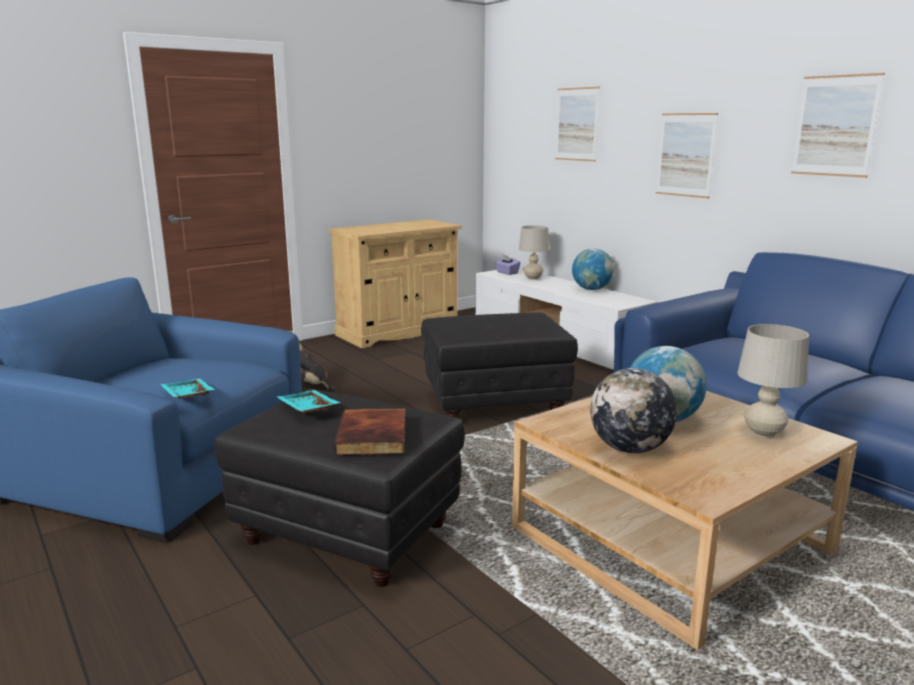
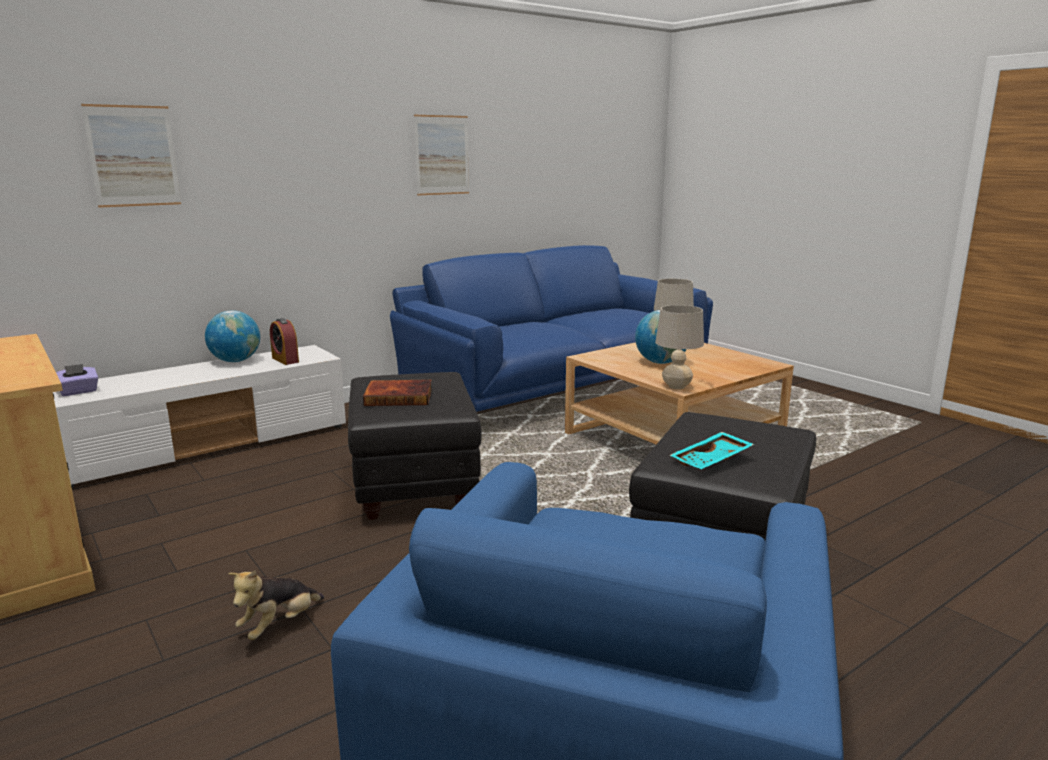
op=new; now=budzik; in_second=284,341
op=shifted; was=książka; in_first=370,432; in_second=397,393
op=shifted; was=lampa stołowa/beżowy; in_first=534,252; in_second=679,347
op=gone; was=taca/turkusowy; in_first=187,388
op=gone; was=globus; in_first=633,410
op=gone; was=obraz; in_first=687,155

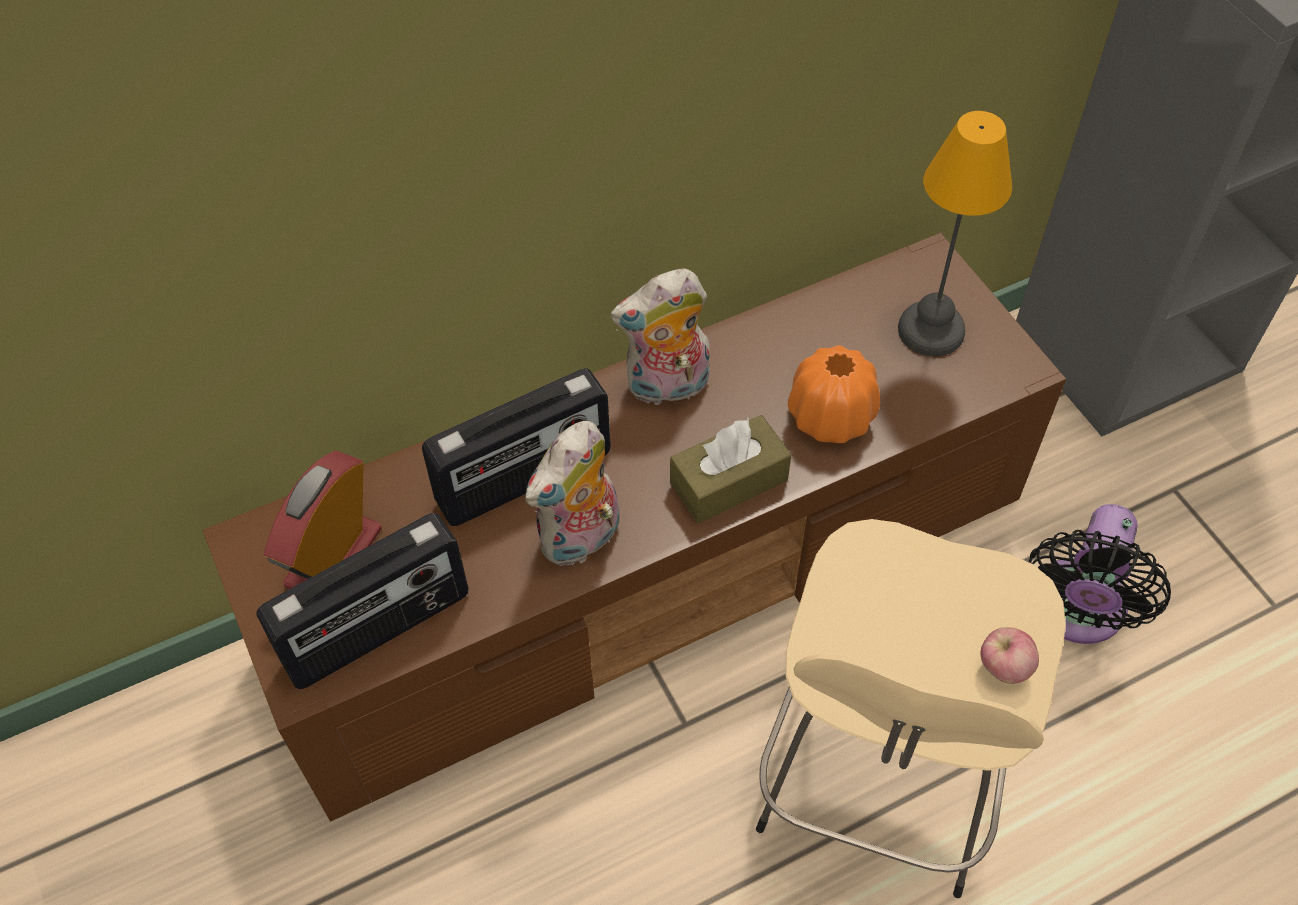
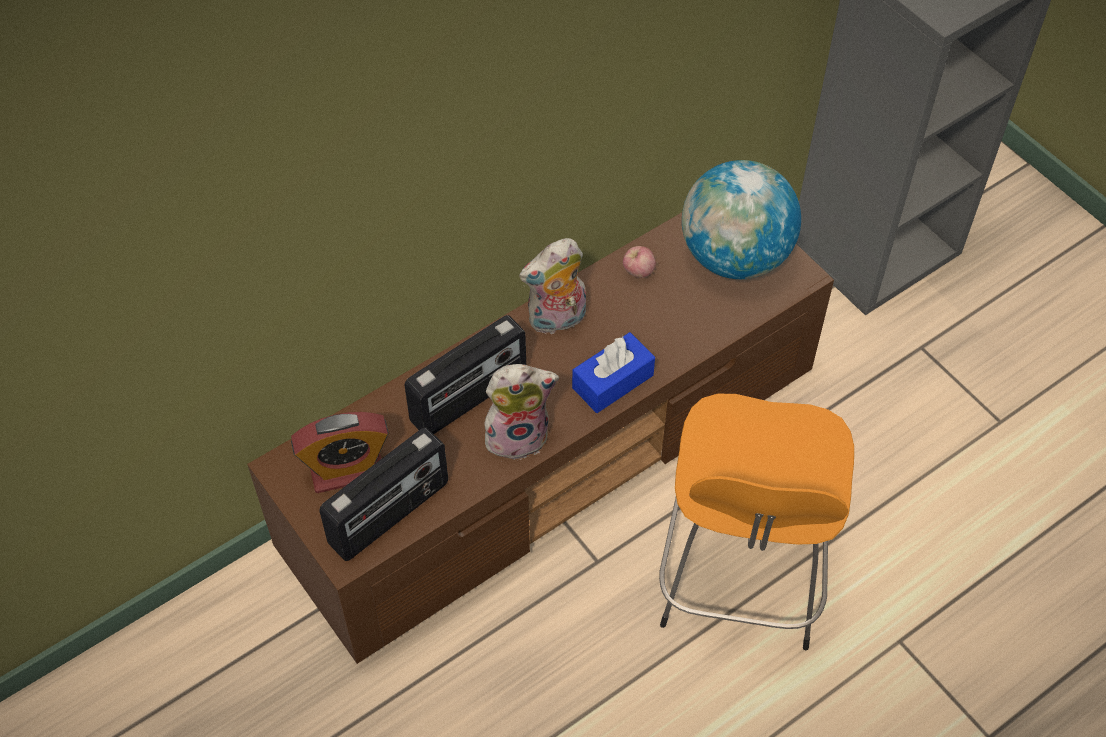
op=rotated; was=budzik; in_first=323,519; in_second=340,452; clockwise=-120
op=rotated; was=pluszak; in_first=572,494; in_second=521,412; clockwise=-135
op=repainted; was=pudełko chusteczek/brązowy; now=pudełko chusteczek/niebieski; in_first=730,469; in_second=613,372
op=shifted; was=jabłko; in_first=1009,655; in_second=639,262
op=repainted; was=stołek/beżowy; now=stołek/pomarańczowy; in_first=911,708; in_second=756,522
op=swapped; was=lampa stołowa; now=globus; in_first=955,233; in_second=741,219
op=gone; was=wazon/pomarańczowy; in_first=834,394
op=gone; was=wentylator/czarny; in_first=1100,574

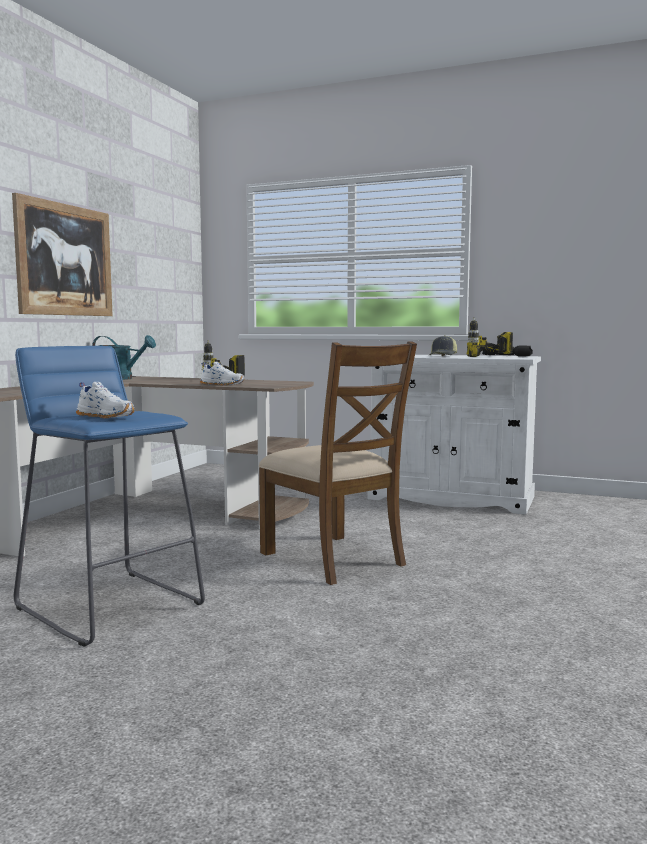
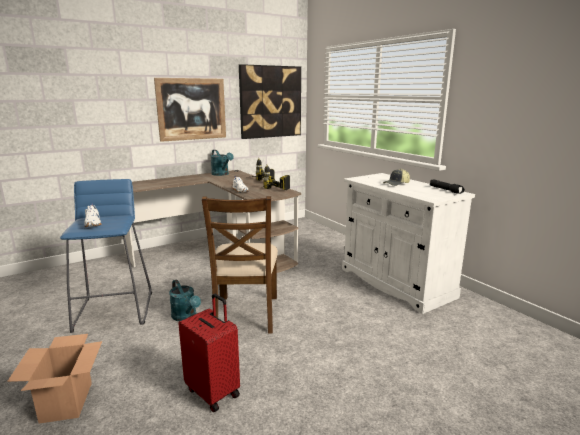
op=new; now=karton; in_second=54,379
op=new; now=konewka/turkusowy; in_second=185,300
op=new; now=walizka/czerwony; in_second=209,353
op=new; now=obraz; in_second=270,101
op=shifted; was=wiertarka; in_first=490,337; in_second=276,177

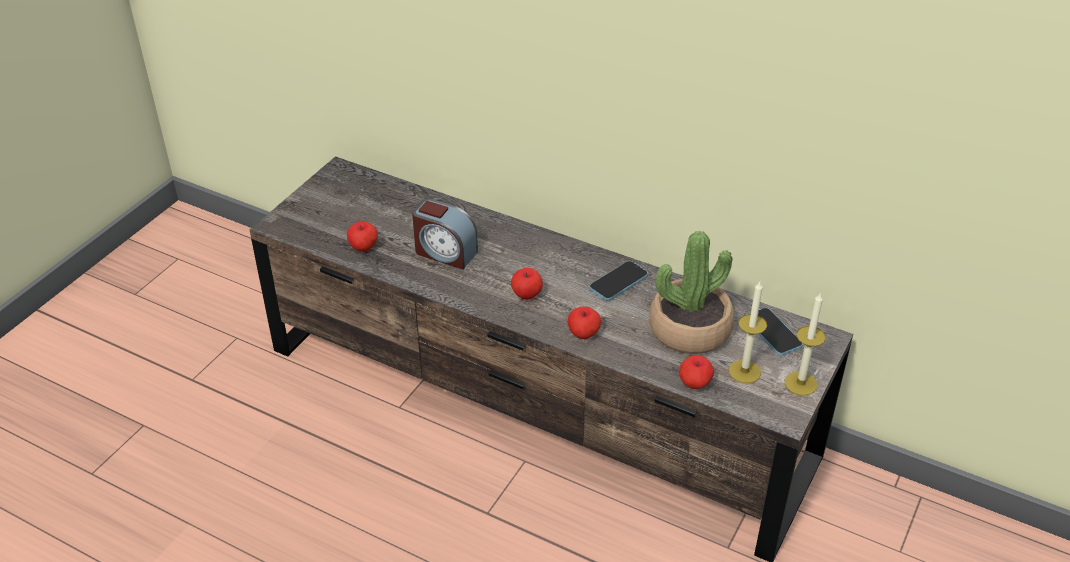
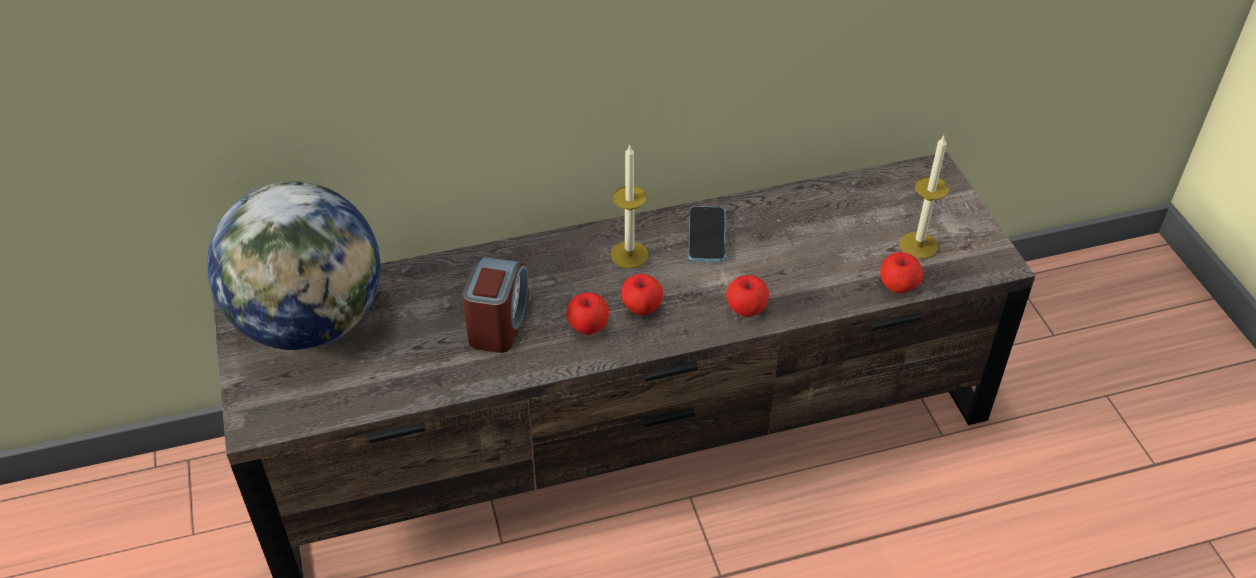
op=new; now=globus; in_second=294,265
op=rotated; was=budzik; in_first=445,234; in_second=495,305; clockwise=-60
op=shifted; was=jabłko; in_first=362,236; in_second=587,313
op=shifted; was=świeca; in_first=805,344; in_second=629,206
op=gone; was=roślina doniczkowa; in_first=691,292
op=gone; was=telefon; in_first=774,332

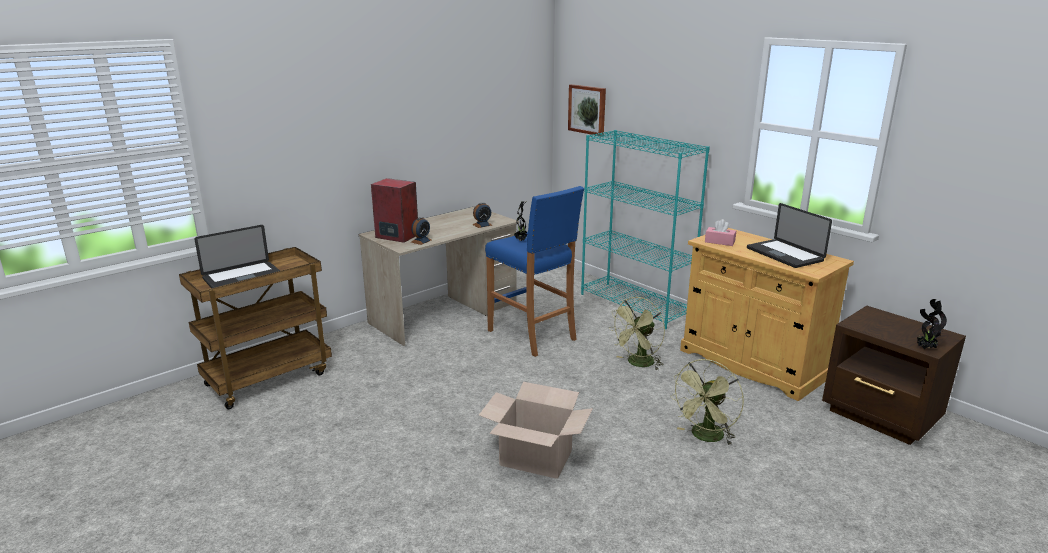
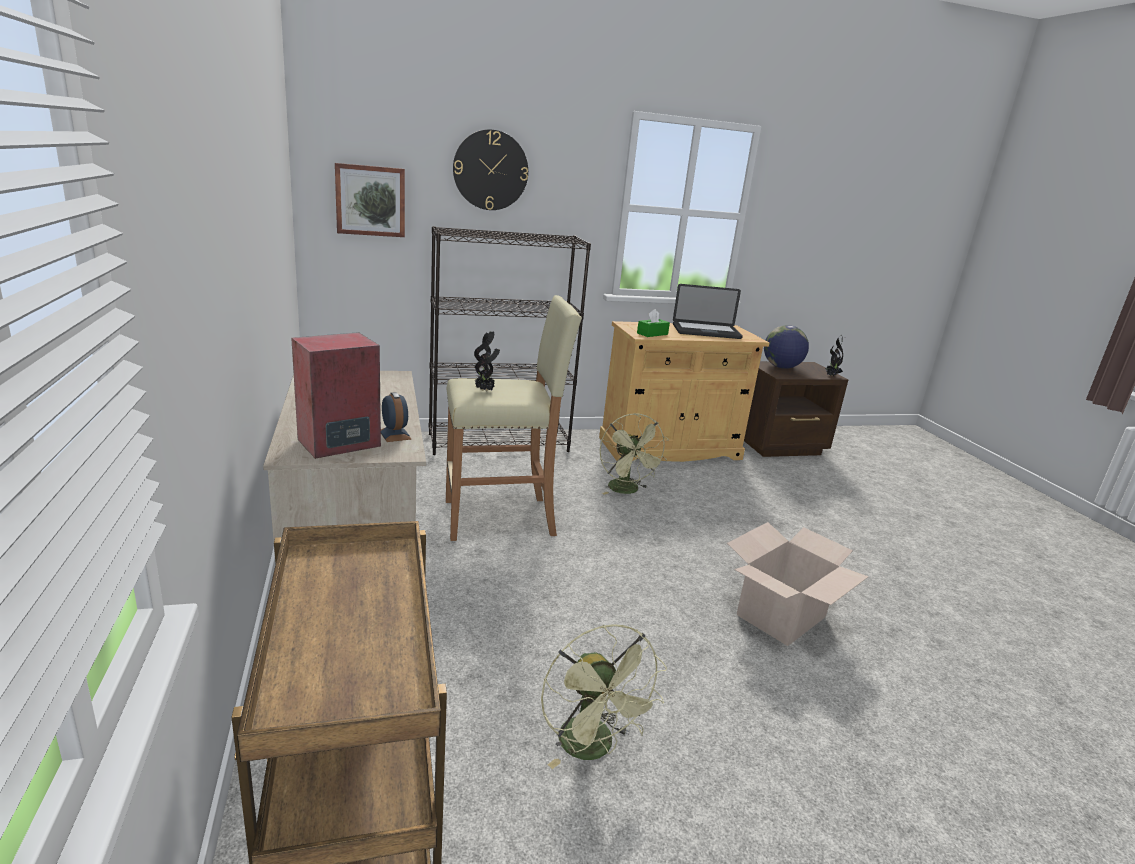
op=repainted; was=regał/turkusowy; now=regał/czarny; in_first=645,229; in_second=510,340
op=repainted; was=stołek/niebieski; now=stołek/beżowy; in_first=534,271; in_second=514,418
op=new; now=zegar ścienny; in_second=490,170
op=shifted; was=wentylator/zielony; in_first=707,402; in_second=604,696
op=repainted; was=pudełko chusteczek/różowy; now=pudełko chusteczek/zielony; in_first=720,232; in_second=653,323
op=new; now=globus; in_second=786,347
op=gone; was=laptop; in_first=237,256
op=gone; was=budzik; in_first=482,215

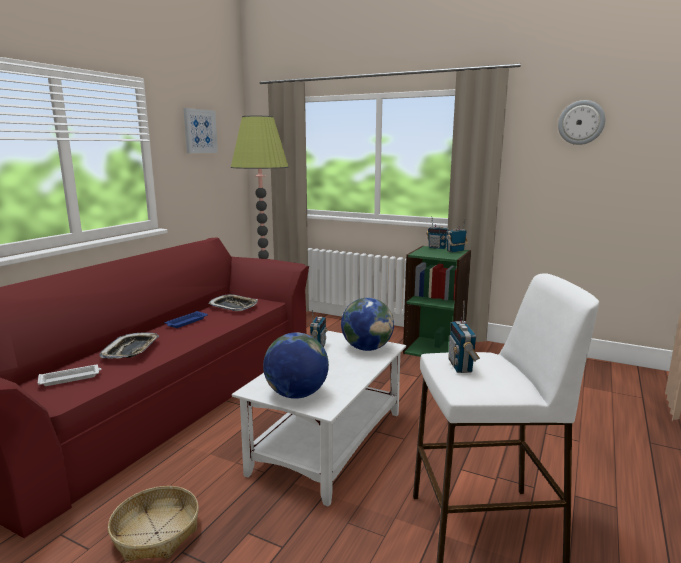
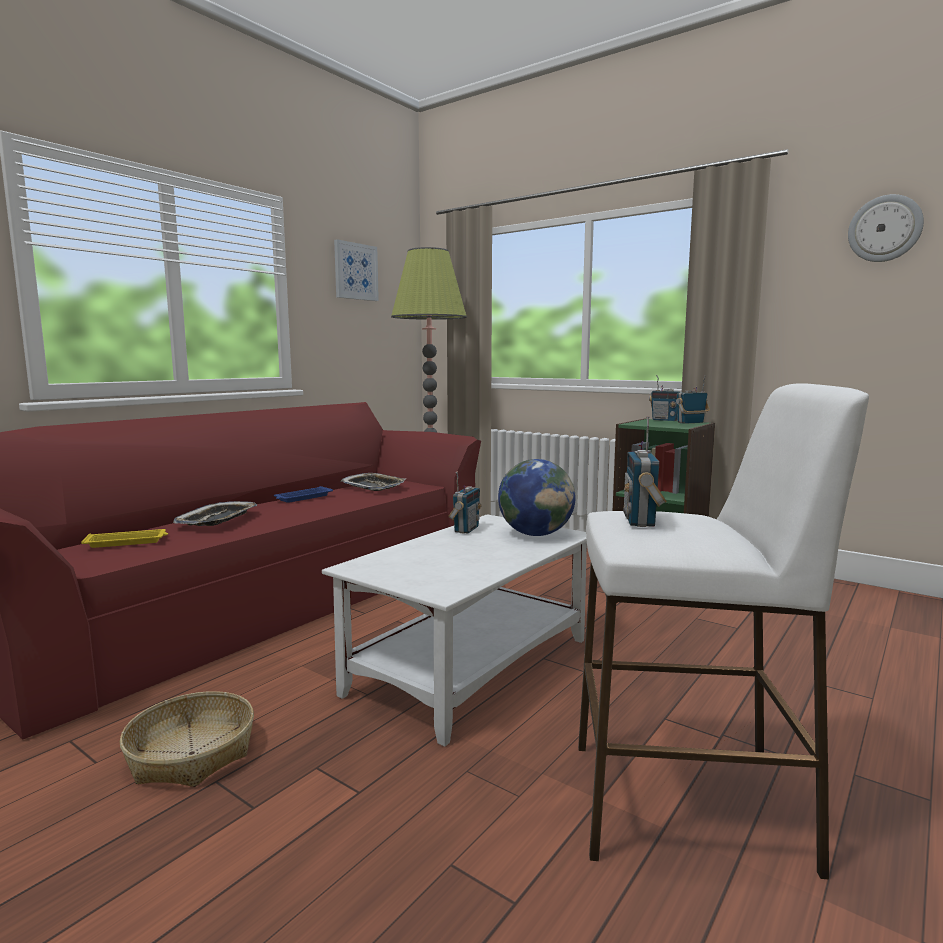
op=repainted; was=taca/biały; now=taca/żółty; in_first=70,375; in_second=124,538
op=gone; was=globus; in_first=296,365

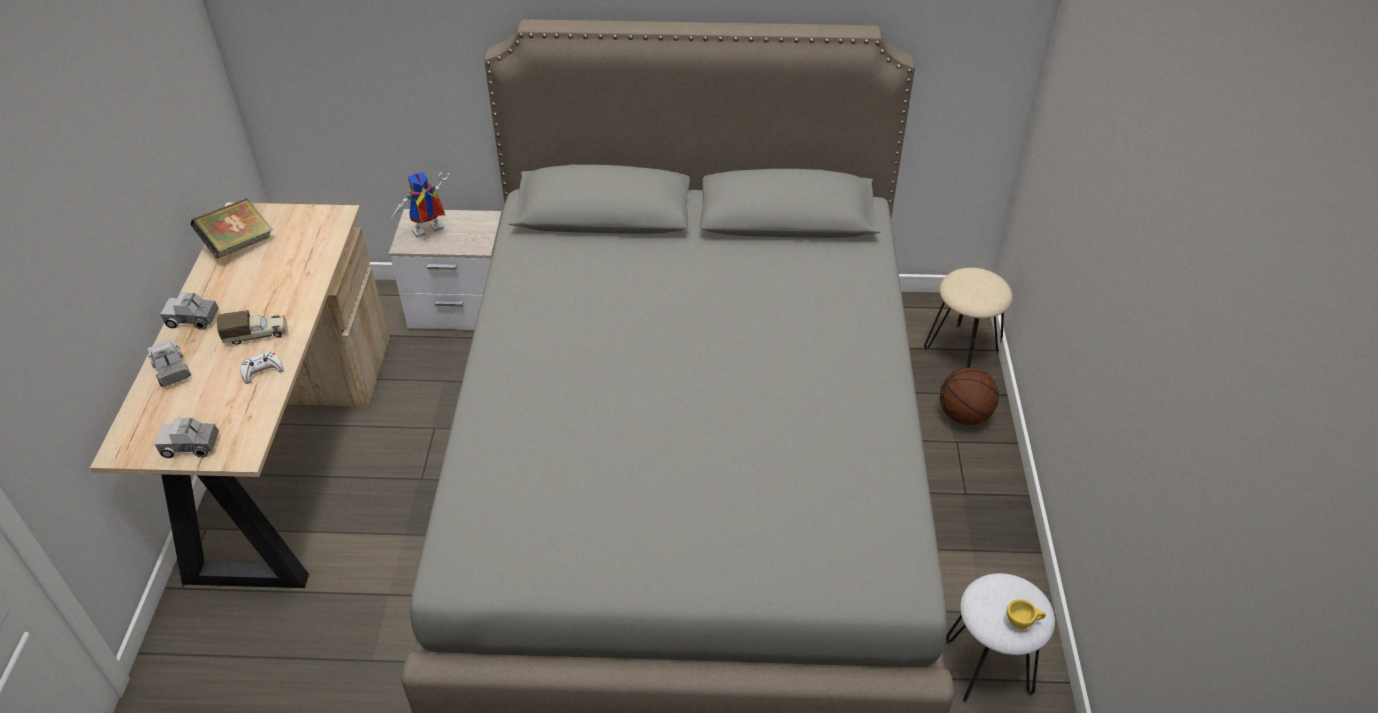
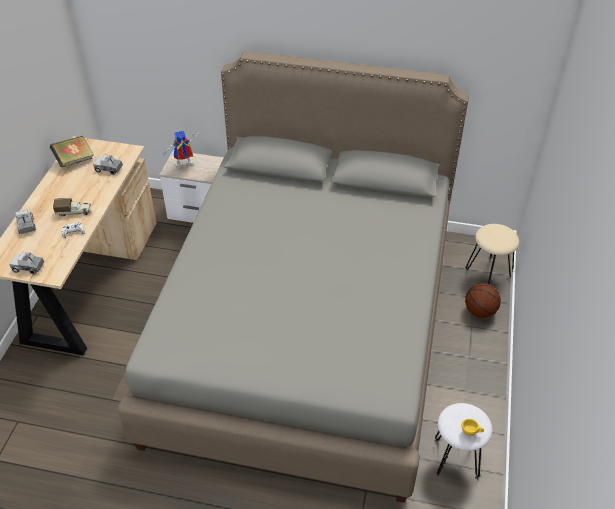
op=shifted; was=ciężarówka zabawkowa; in_first=189,311; in_second=108,164

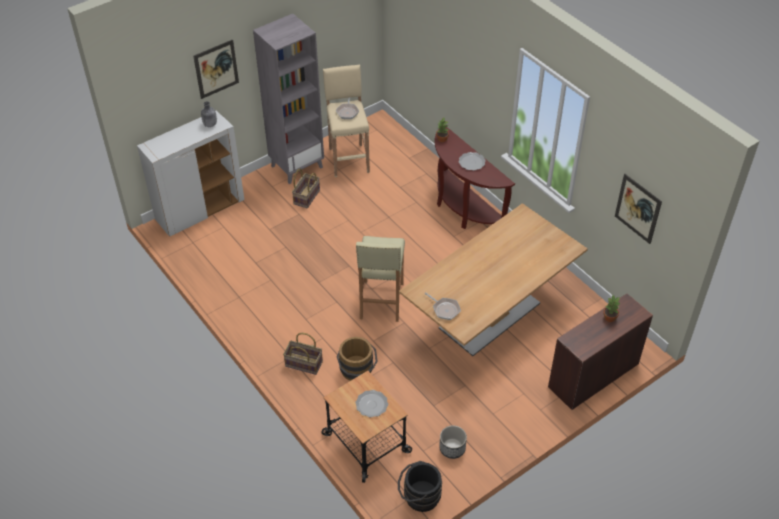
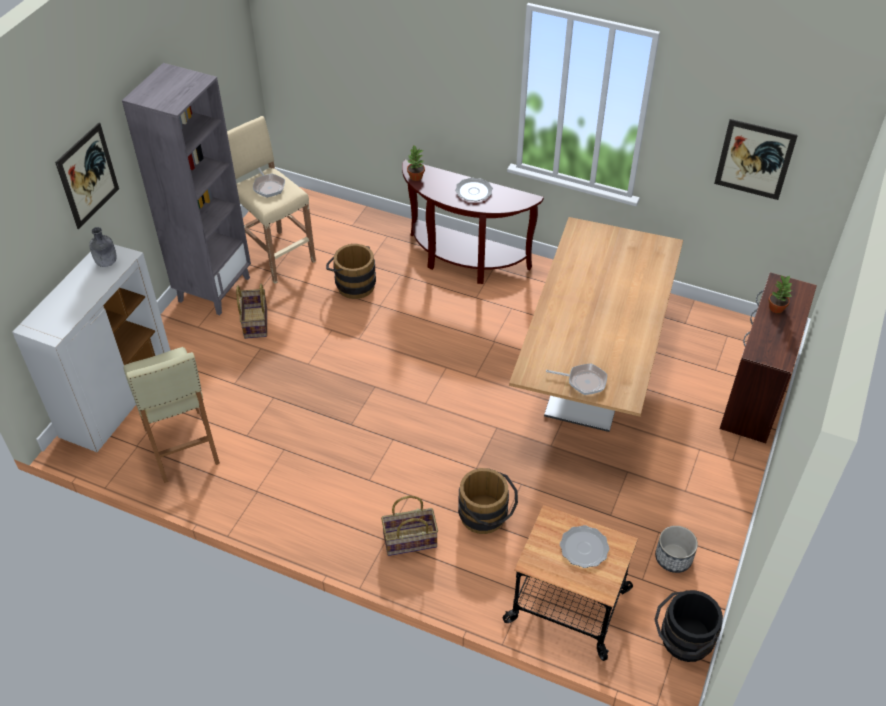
op=shifted; was=stołek/beżowy; in_first=380,279; in_second=172,415
op=new; now=wiadro/brązowy; in_second=351,271

